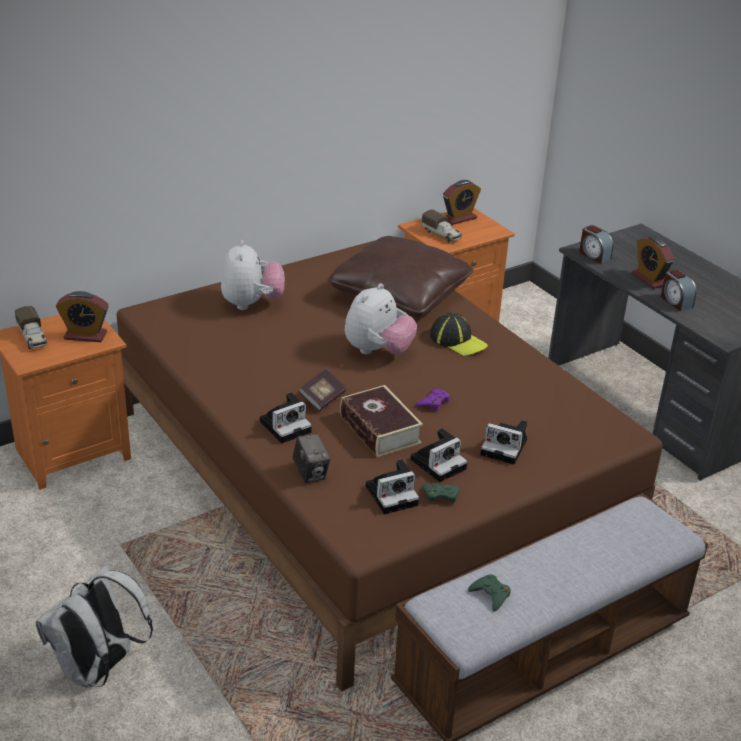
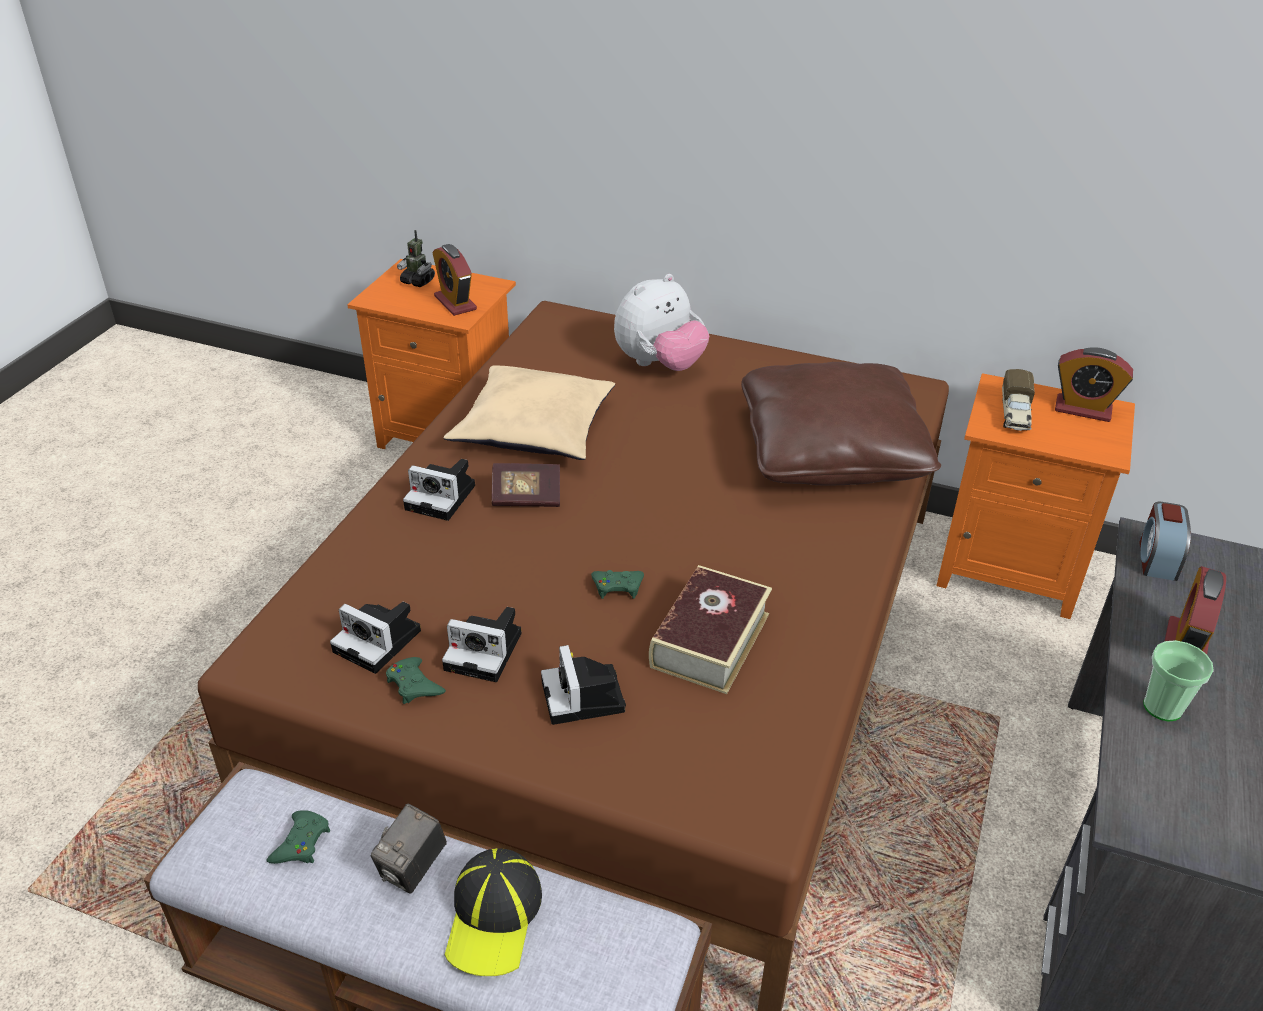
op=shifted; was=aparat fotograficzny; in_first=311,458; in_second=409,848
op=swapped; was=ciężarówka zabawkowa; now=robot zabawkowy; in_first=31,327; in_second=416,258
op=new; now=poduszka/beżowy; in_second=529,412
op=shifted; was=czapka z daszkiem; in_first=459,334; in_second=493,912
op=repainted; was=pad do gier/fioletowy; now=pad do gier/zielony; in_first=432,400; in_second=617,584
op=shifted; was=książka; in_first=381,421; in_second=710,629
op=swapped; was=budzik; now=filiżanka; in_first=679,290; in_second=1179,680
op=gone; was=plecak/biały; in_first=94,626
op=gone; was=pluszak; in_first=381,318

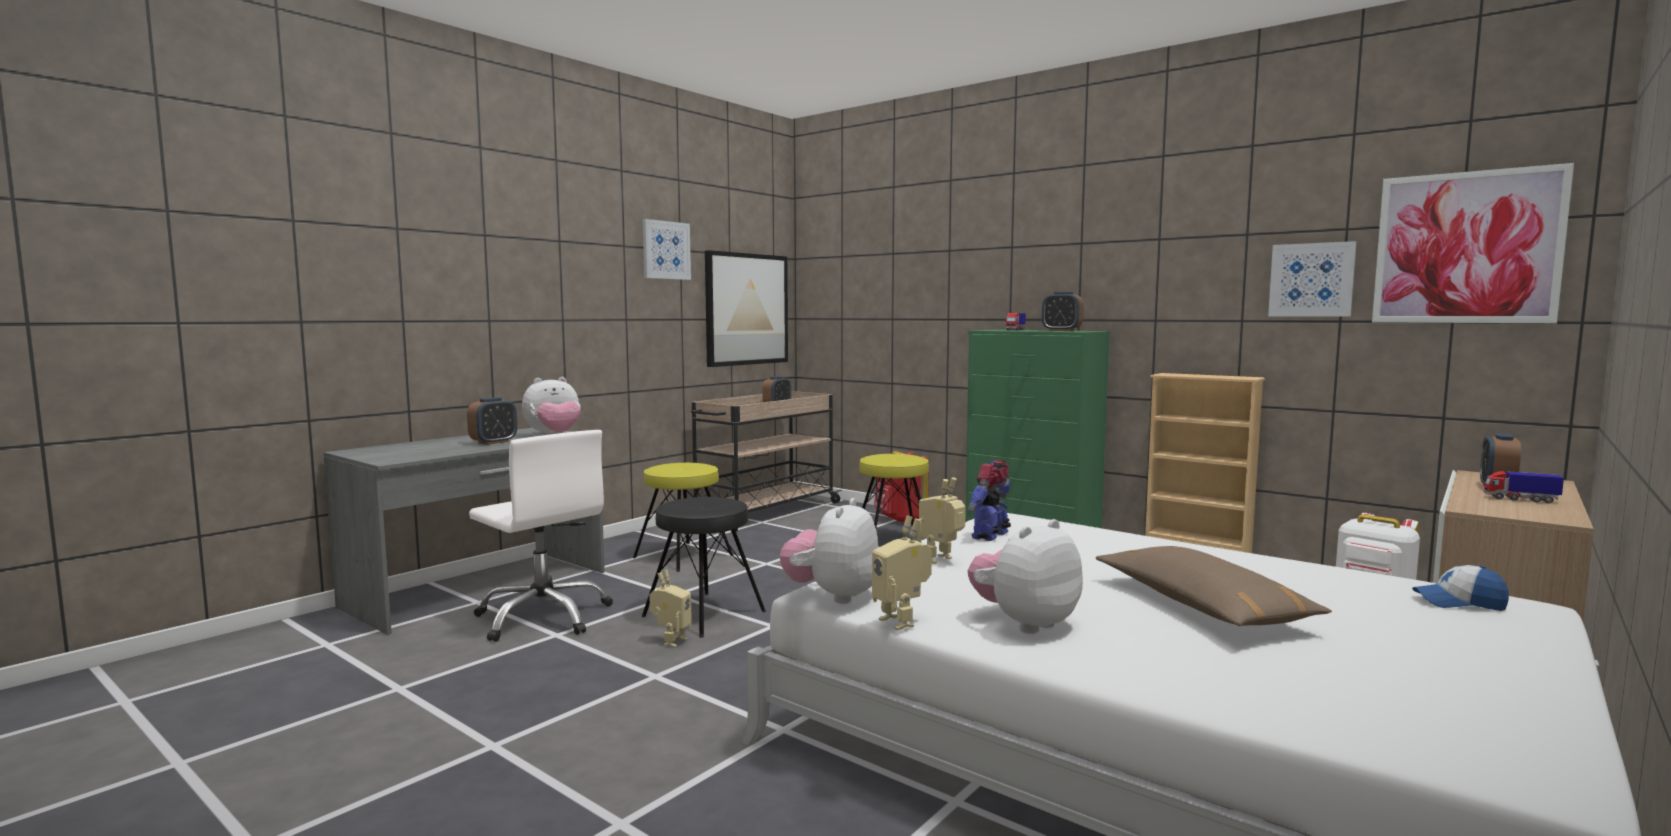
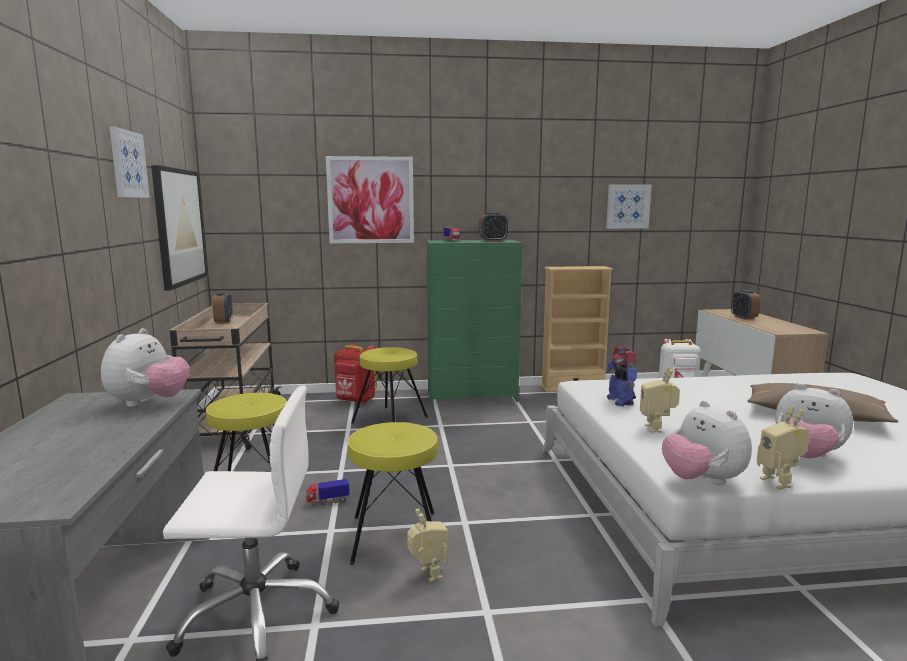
op=shifted; was=ciężarówka zabawkowa; in_first=1524,487; in_second=327,493
op=shifted; was=obraz; in_first=1473,243; in_second=370,199
op=repainted; was=stołek/czarny; now=stołek/żółty; in_first=704,567; in_second=393,493
op=rotated; was=robot zabawkowy; in_first=902,572; in_second=783,448; clockwise=60
op=rotated; was=pluszak; in_first=1025,576; in_second=814,421; clockwise=-60
op=gone; was=budzik; in_first=492,421
op=gone; was=czapka z daszkiem; in_first=1460,588

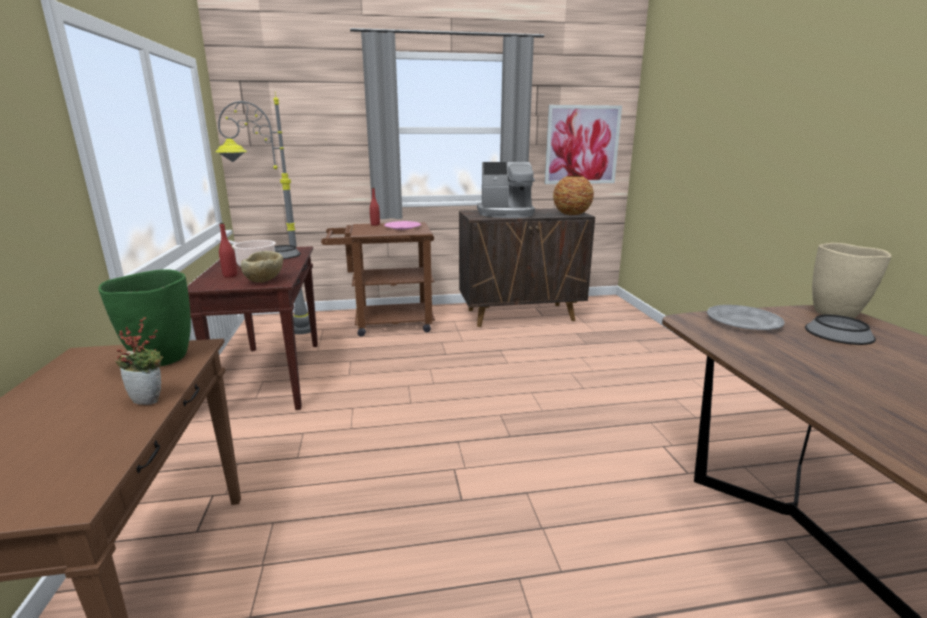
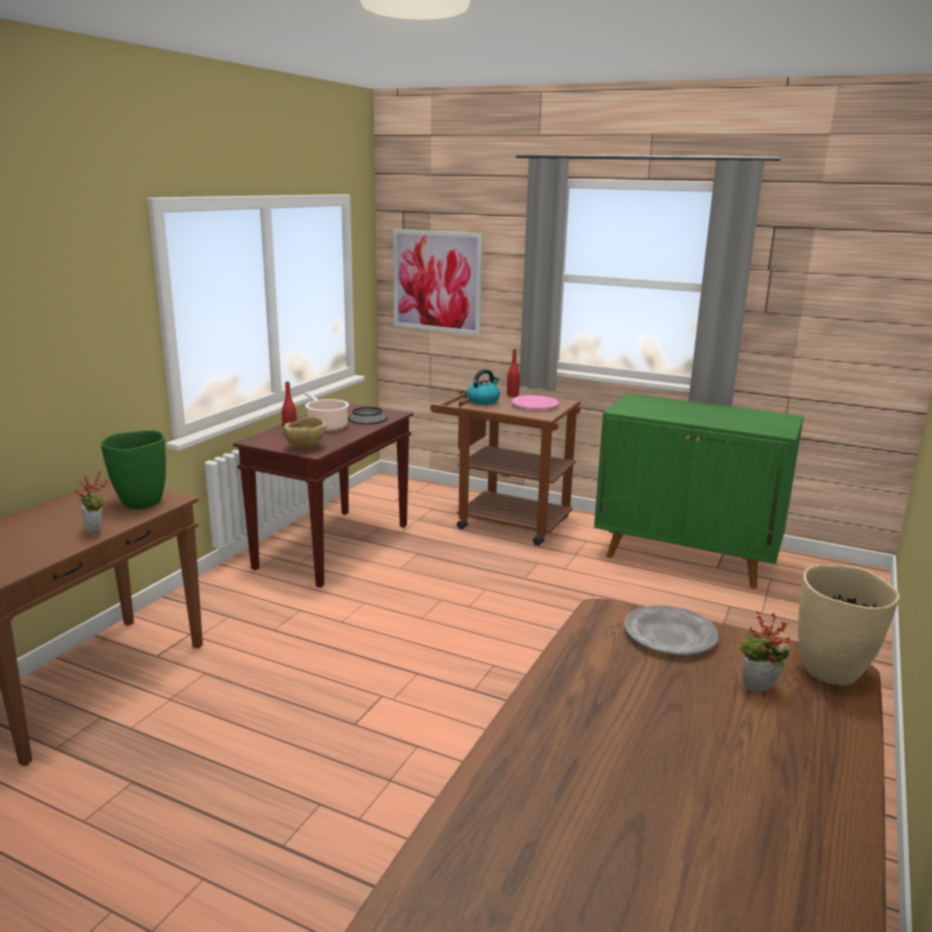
op=shifted; was=obraz; in_first=583,144; in_second=438,282
op=new; now=czajnik; in_second=483,387
op=repainted; was=szafka/brązowy; now=szafka/zielony; in_first=527,267; in_second=699,491
op=swapped; was=miska; now=roślina doniczkowa; in_first=840,329; in_second=765,651
op=gone; was=lampa stojąca/szary; in_first=263,213
op=gone; was=ekspres do kawy; in_first=506,190
op=gone; was=wazon; in_first=573,195

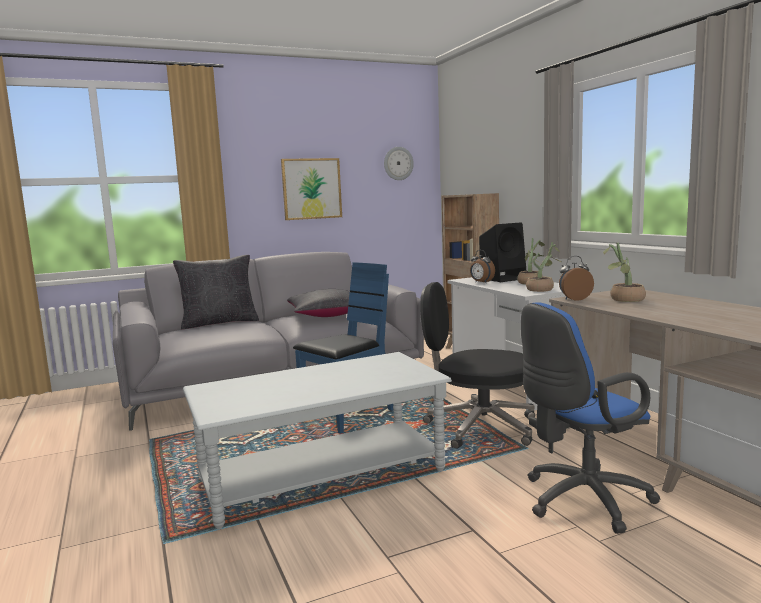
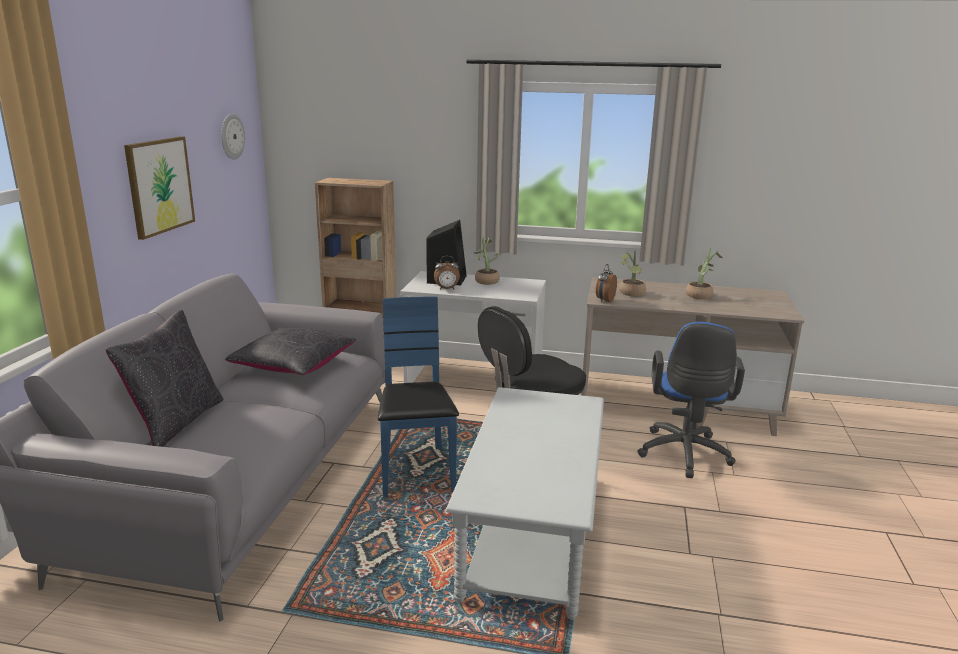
op=shifted; was=roślina doniczkowa; in_first=543,267; in_second=704,273

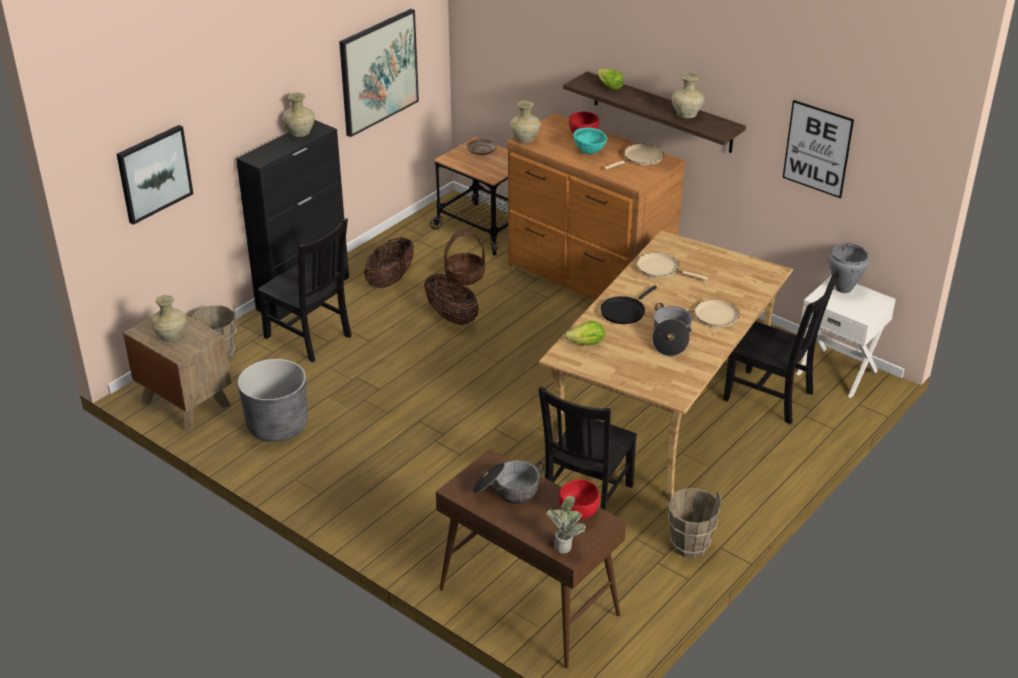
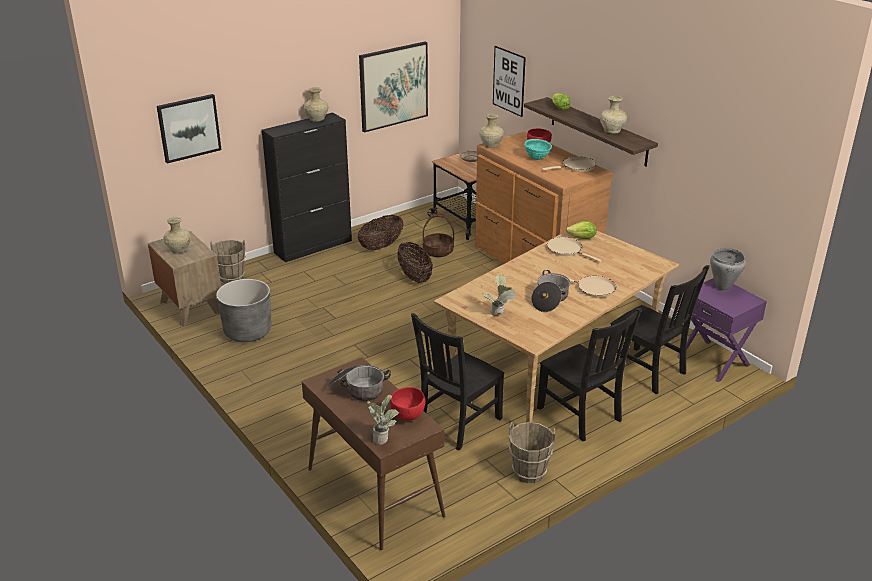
op=new; now=roślina doniczkowa; in_second=499,295
op=shifted; was=obraz; in_first=818,149; in_second=509,81
op=shifted; was=krzesło/czarny; in_first=305,290; in_second=589,374
op=shifted; was=sałata; in_first=585,333; in_second=581,230
op=repainted; was=szafka nocna/biały; now=szafka nocna/fioletowy; in_first=846,336; in_second=722,330
op=gone; was=patelnia/czarny; in_first=628,305

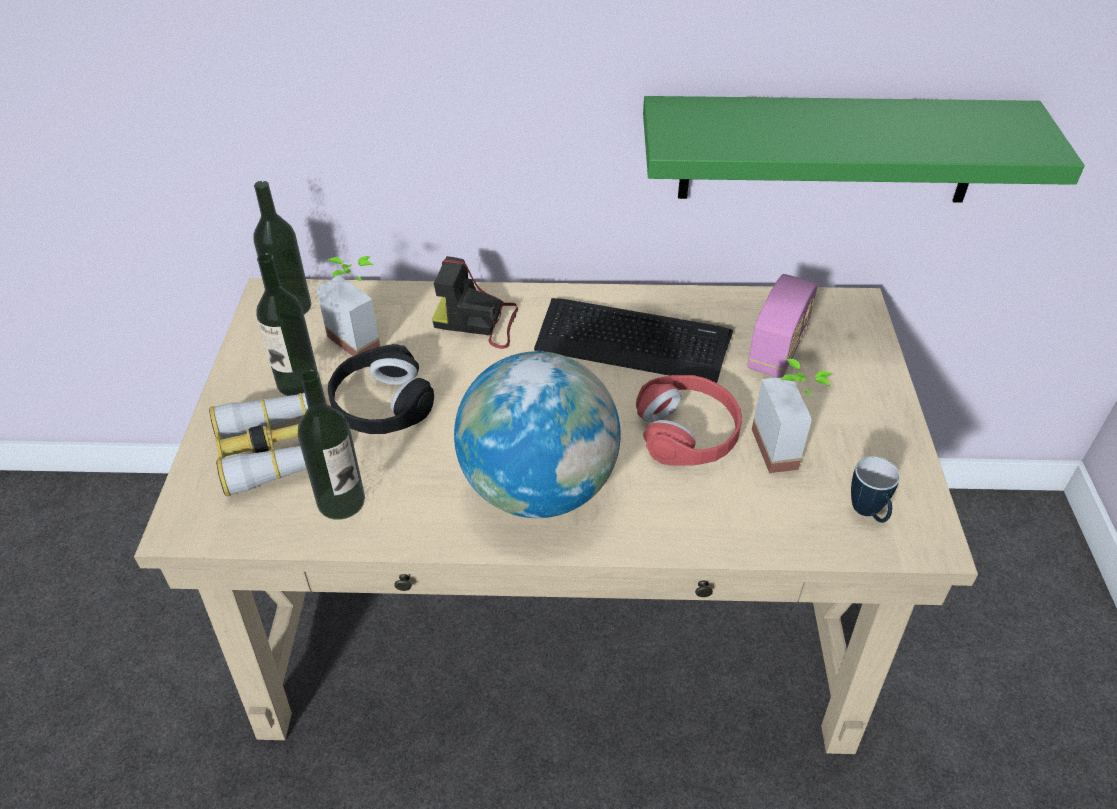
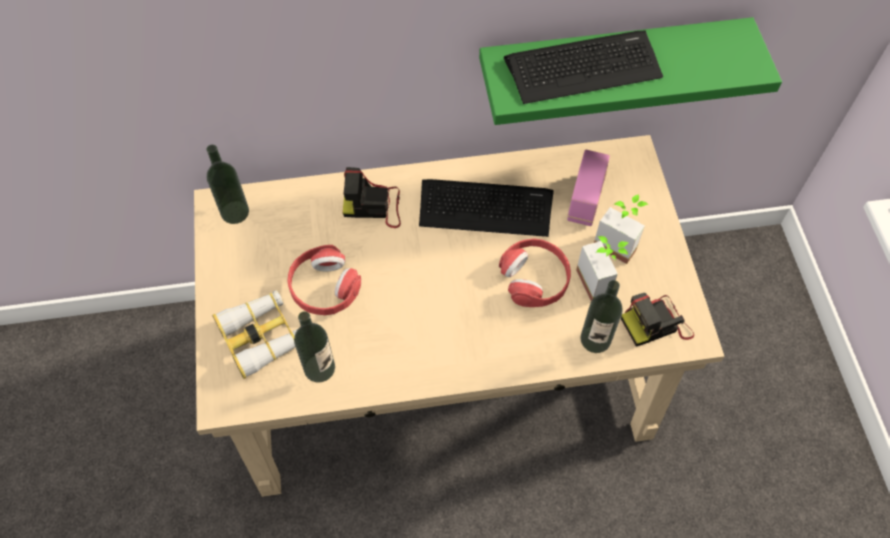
op=repainted; was=słuchawki/czarny; now=słuchawki/czerwony; in_first=381,389; in_second=324,280
op=new; now=klawiatura; in_second=583,67
op=shifted; was=butelka; in_first=287,324; in_second=601,316
op=shifted; was=roślina doniczkowa; in_first=348,306; in_second=621,229
op=swapped; was=kubek; now=aparat fotograficzny; in_first=875,489; in_second=657,320
op=gone; was=globus; in_first=537,434

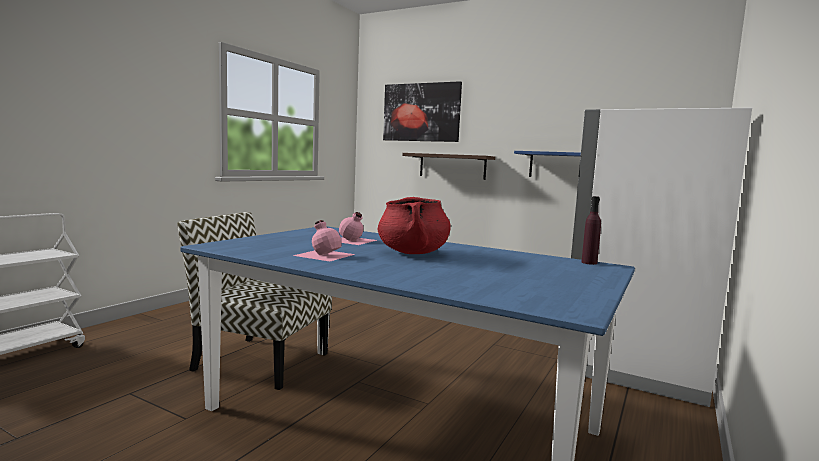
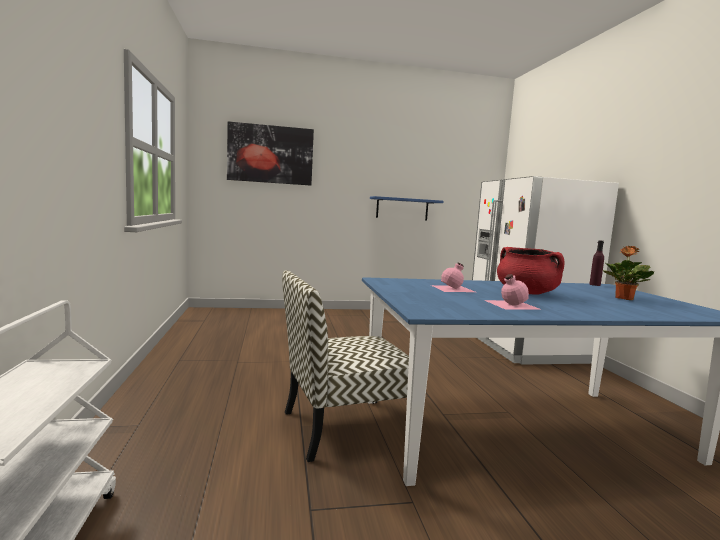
op=new; now=roślina doniczkowa; in_second=628,273
op=gone; was=półka; in_first=448,166

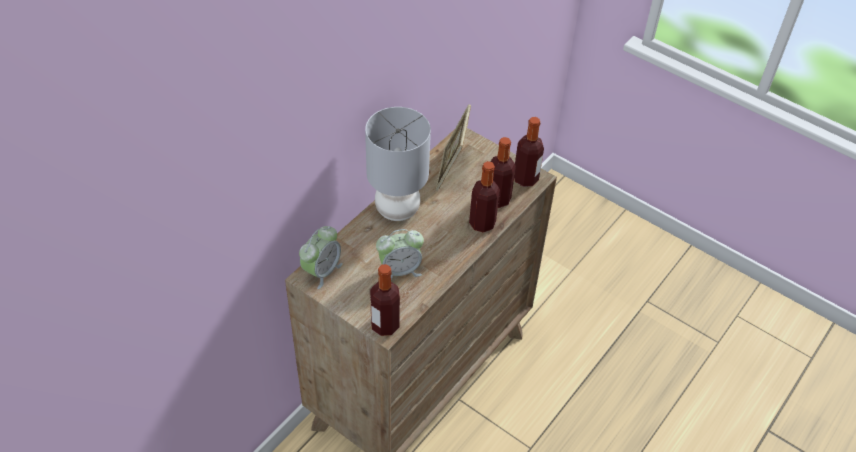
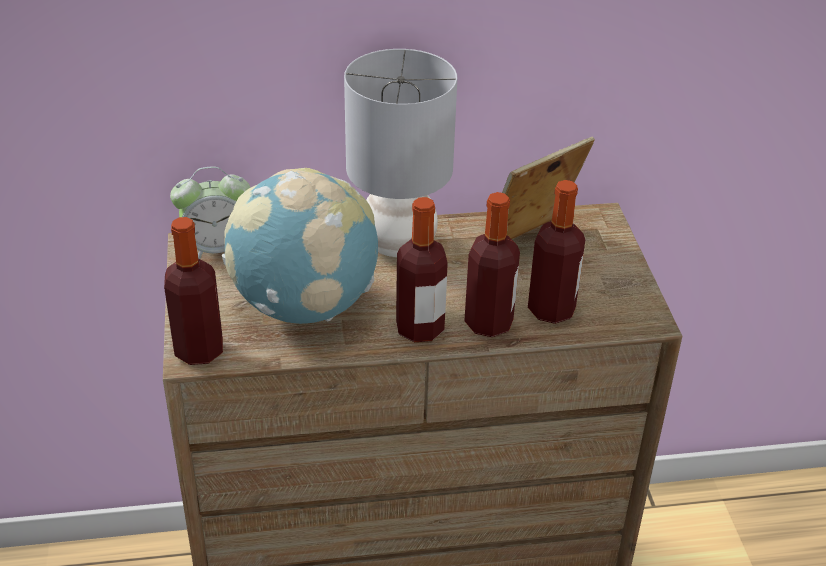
op=swapped; was=budzik; now=globus; in_first=400,254; in_second=300,246
op=shifted; was=butelka; in_first=529,152; in_second=422,269

